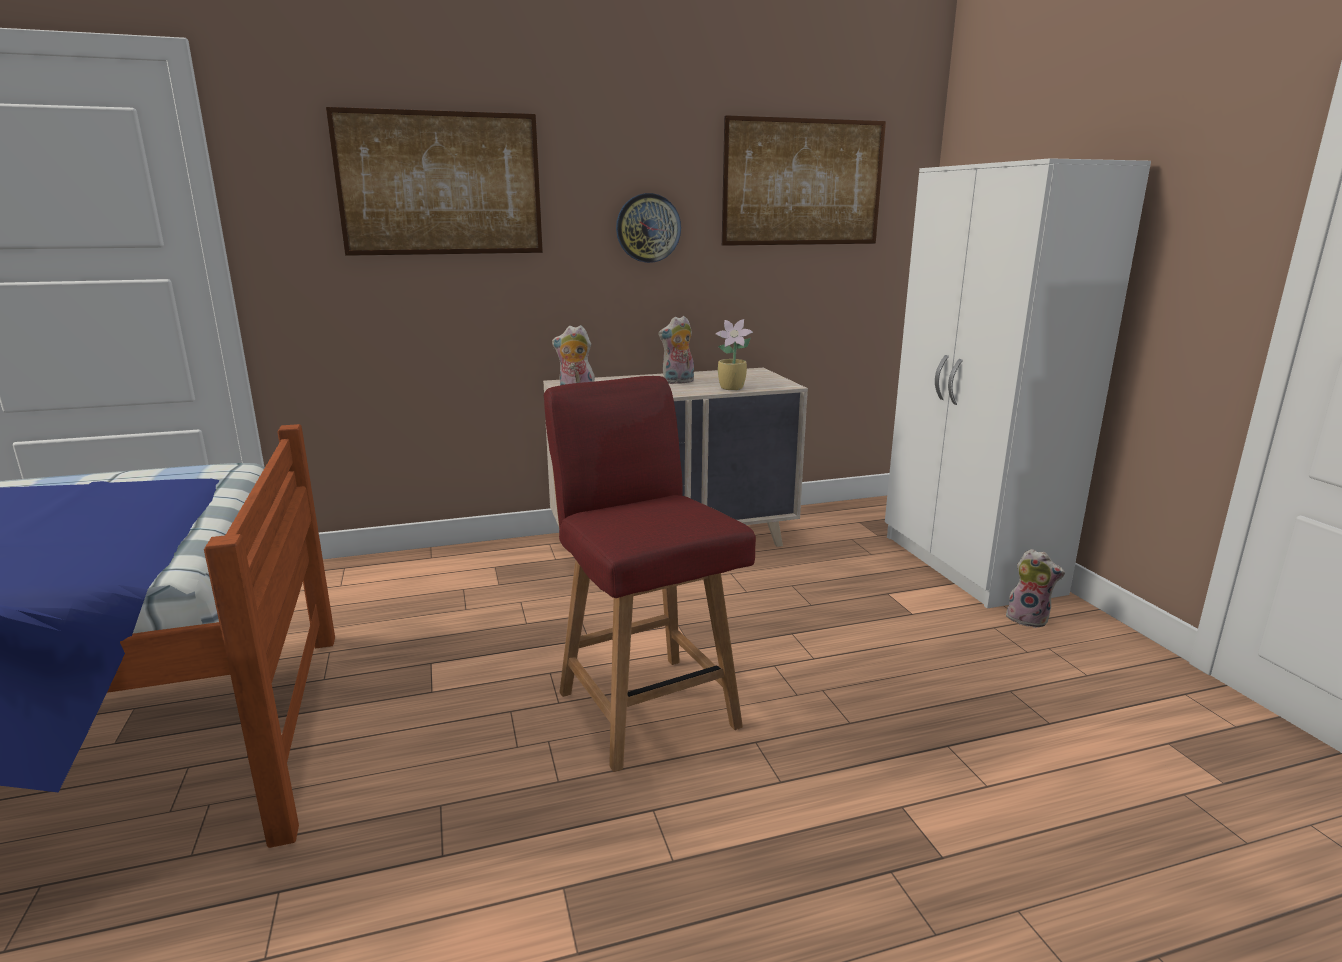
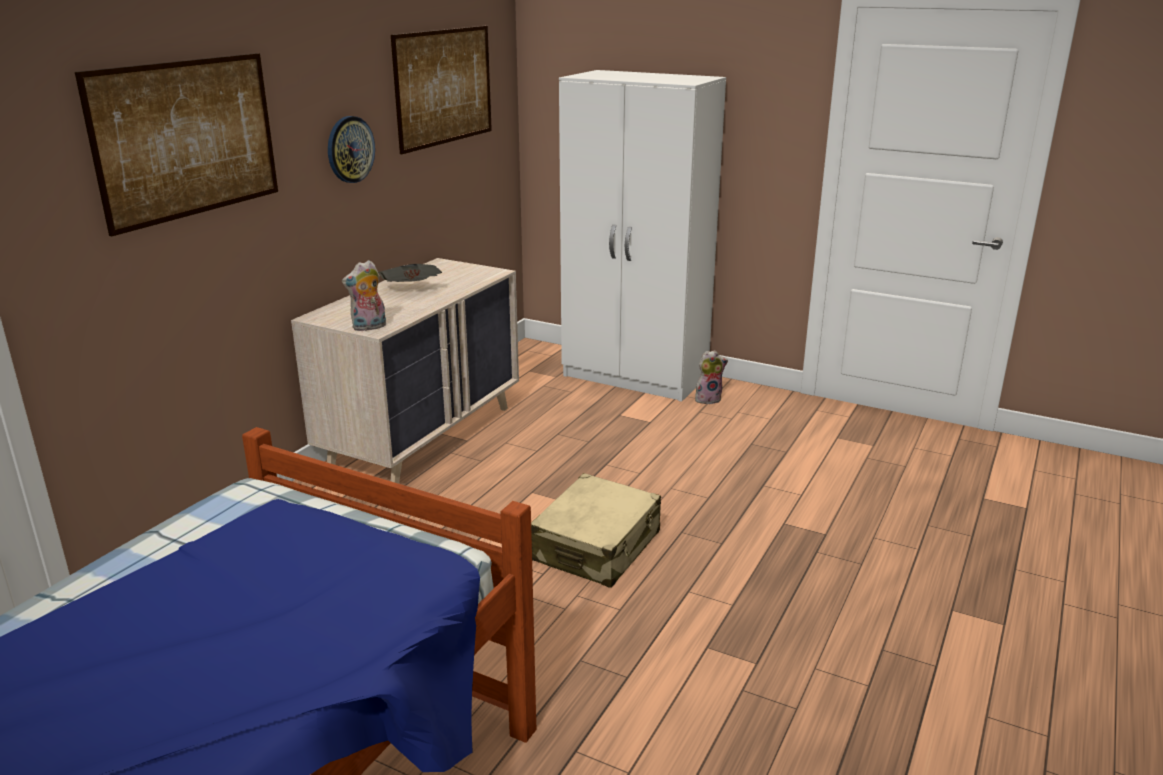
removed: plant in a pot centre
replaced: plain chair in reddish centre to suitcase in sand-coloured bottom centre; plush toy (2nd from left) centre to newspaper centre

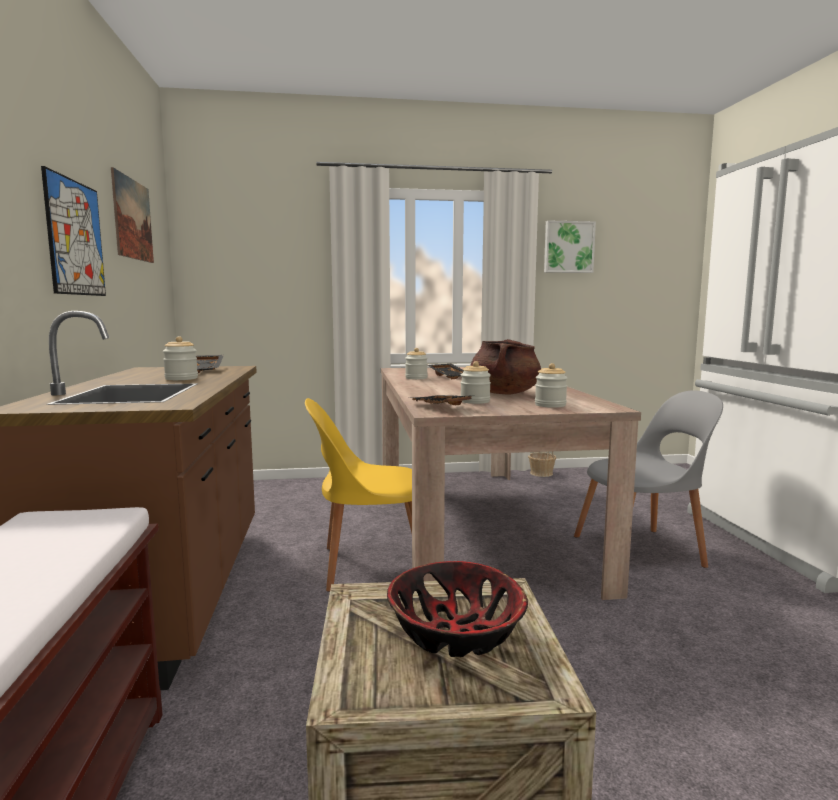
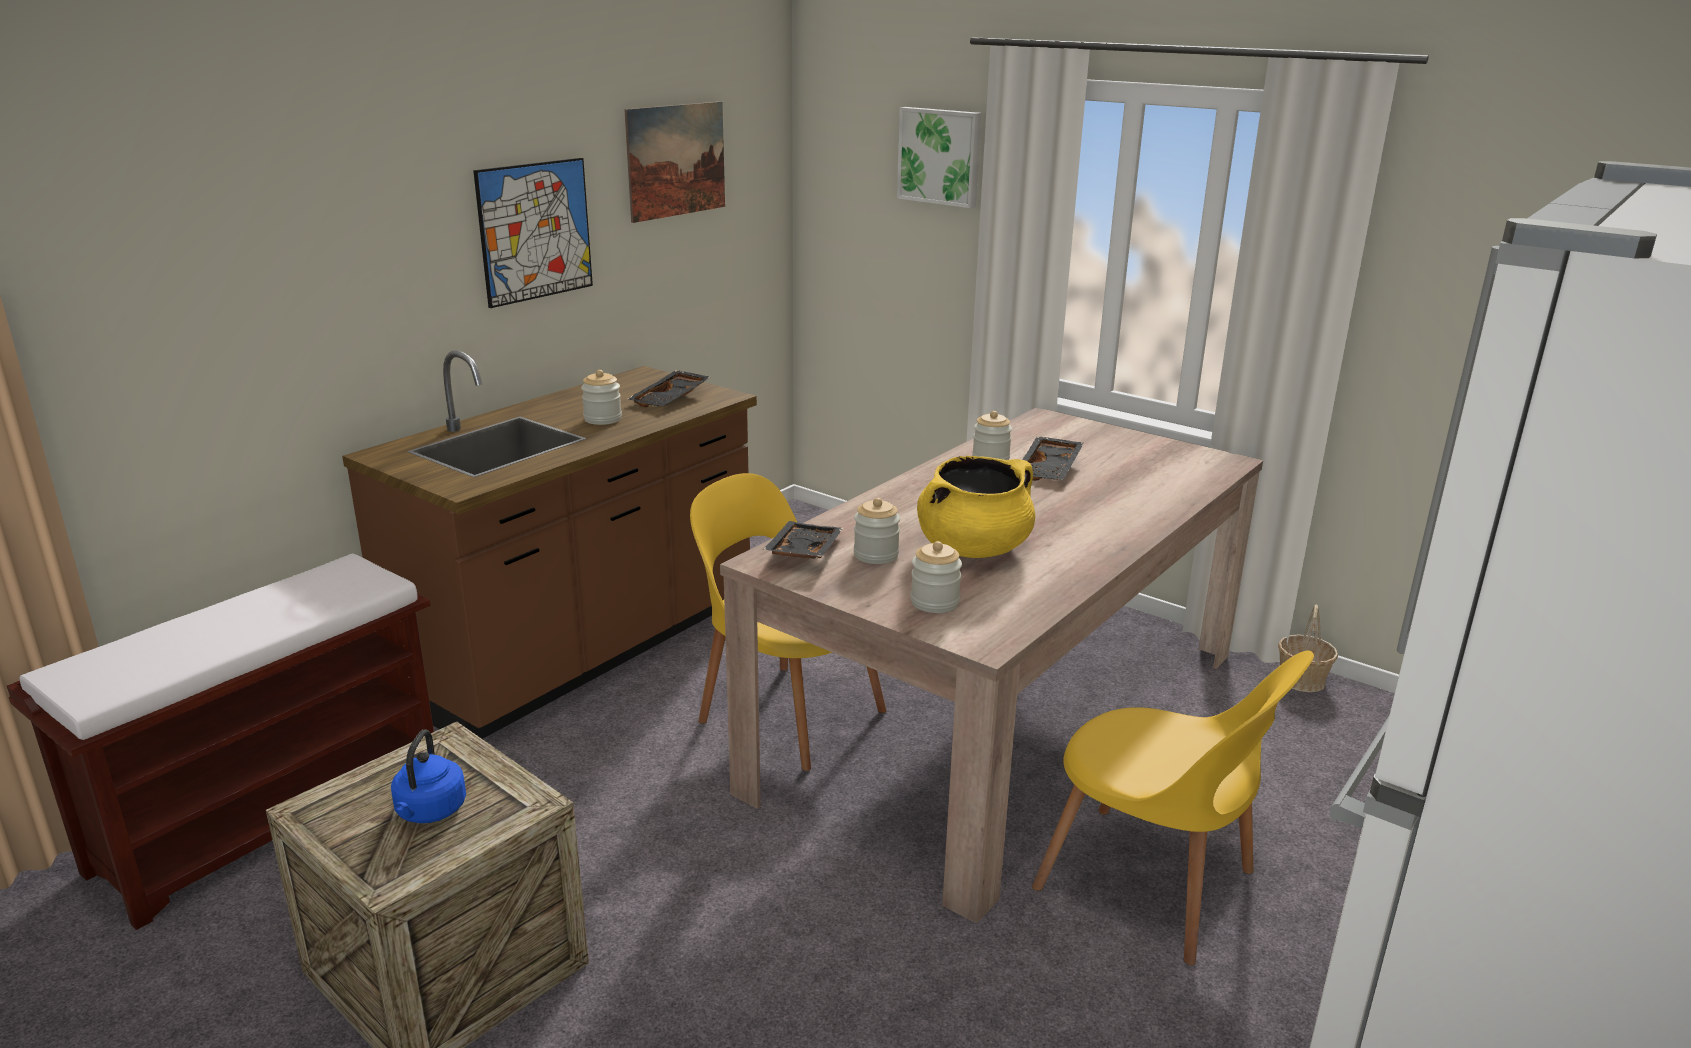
moved: wall art (3rd from left) top right to top centre
replaced: bowl bottom centre to water kettle in blue bottom left
recoloured: cooking pot in brownish centre to cooking pot in yellowish centre; plain chair in gray middle right to plain chair in yellowish (2nd from left) bottom right

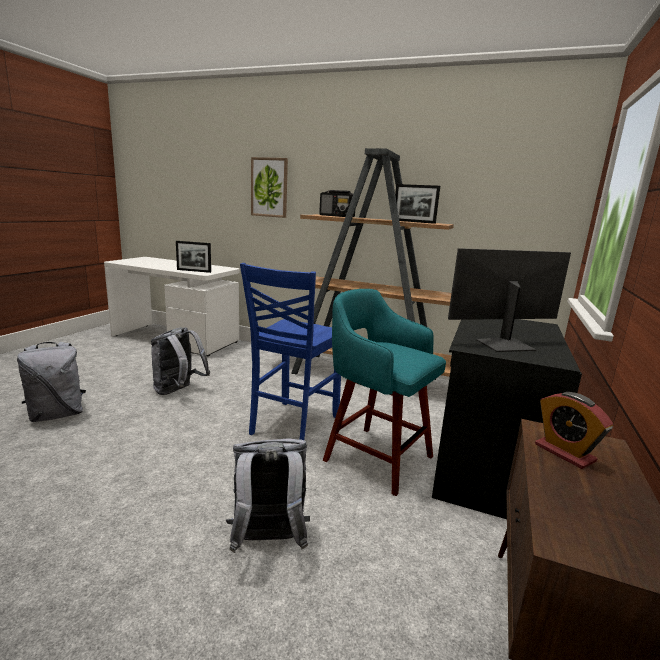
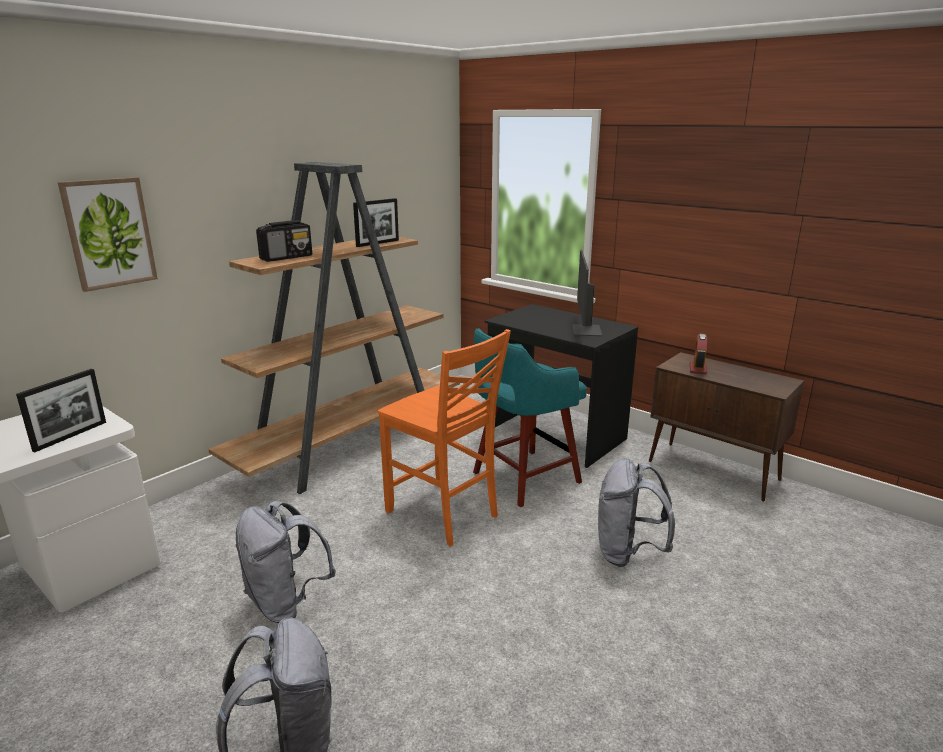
recoloured: plain chair in blue centre to plain chair in orangey centre
turned: table clock middle right = middle right 120 degrees clockwise

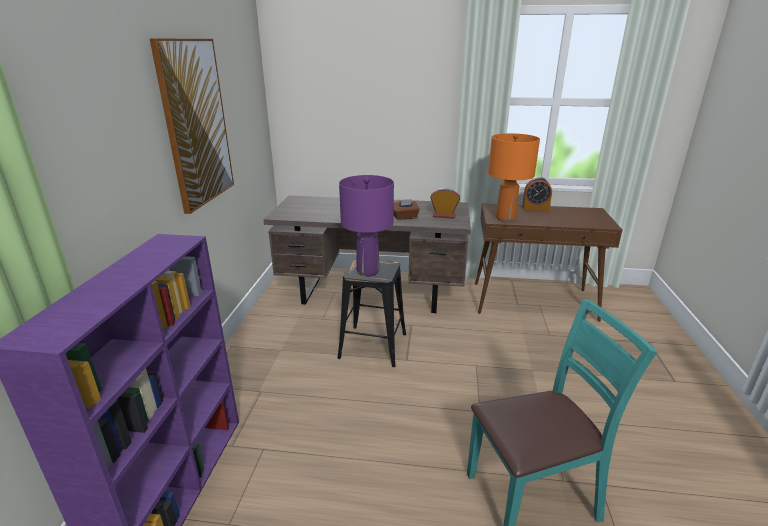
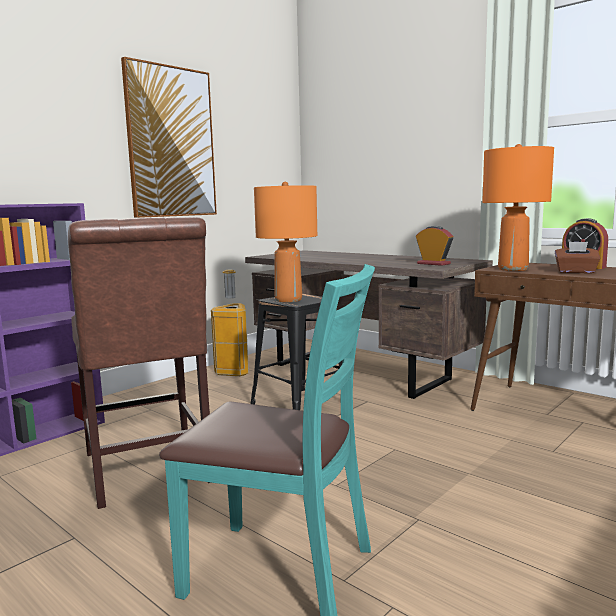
added: plain chair in brownish middle left; rubbish bin centre
moved: tissue holder in brownish centre to middle right
recoloured: table lamp in purple centre to table lamp in orangey (1st from left) centre

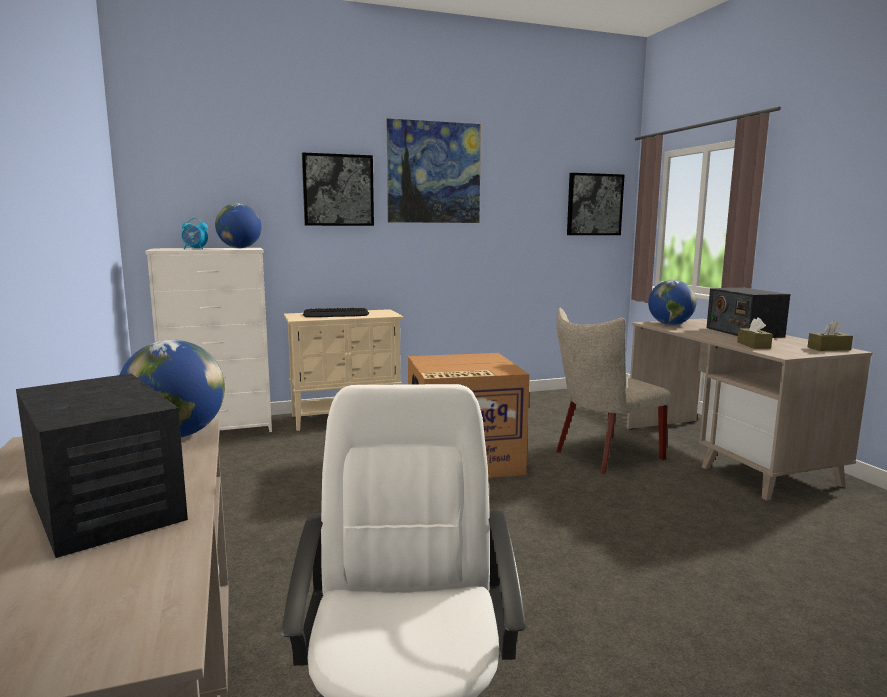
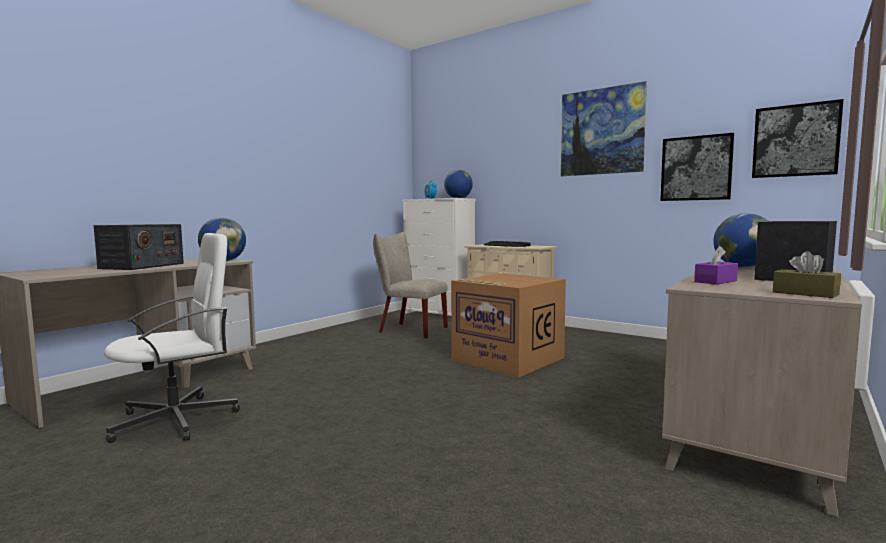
moved: wall art (1st from left in the first image) top centre to wall art (2nd from left) top right; plain chair in sand-coloured middle right to centre
recoloured: tissue holder in brownish (1st from left) middle right to tissue holder in purple middle right

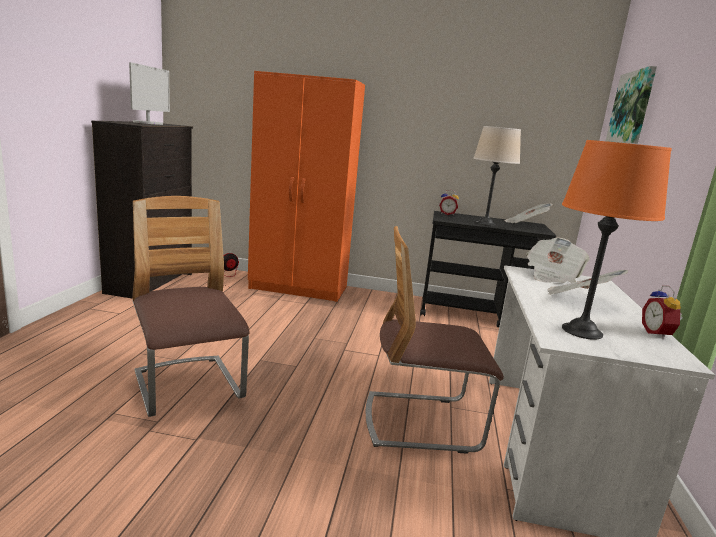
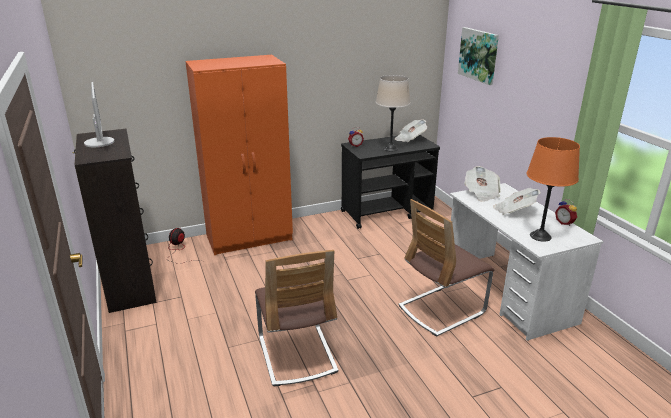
turned: plain chair (1st from left) middle left = bottom centre 135 degrees counterclockwise

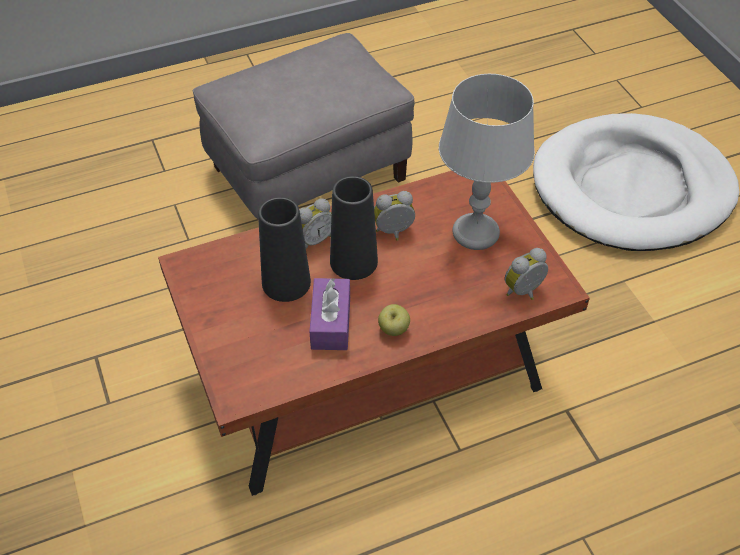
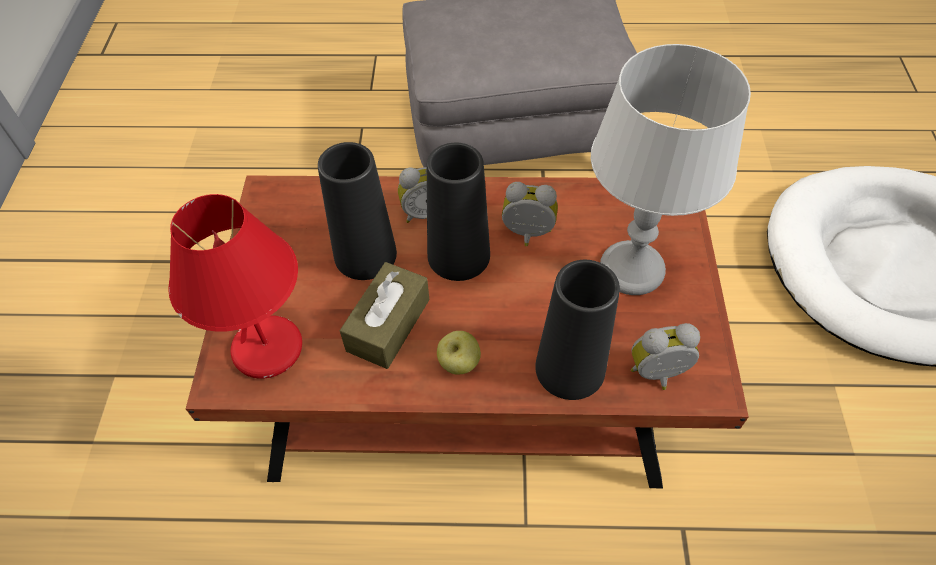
added: table lamp in reddish middle left; decorative vase in black (3rd from left) centre
recoloured: tissue holder in purple centre to tissue holder in brownish centre

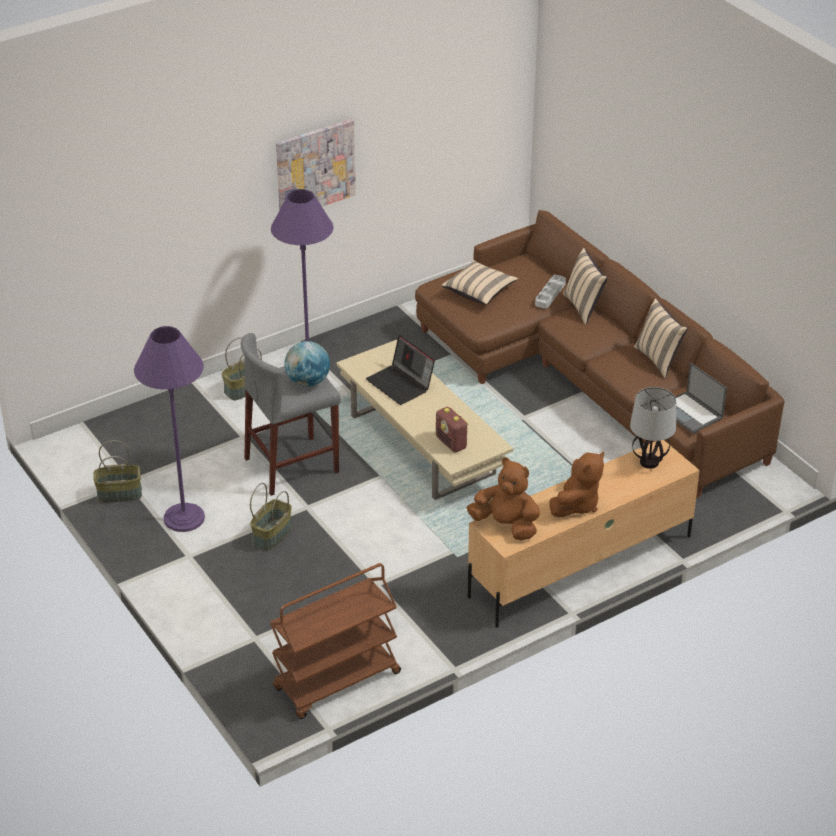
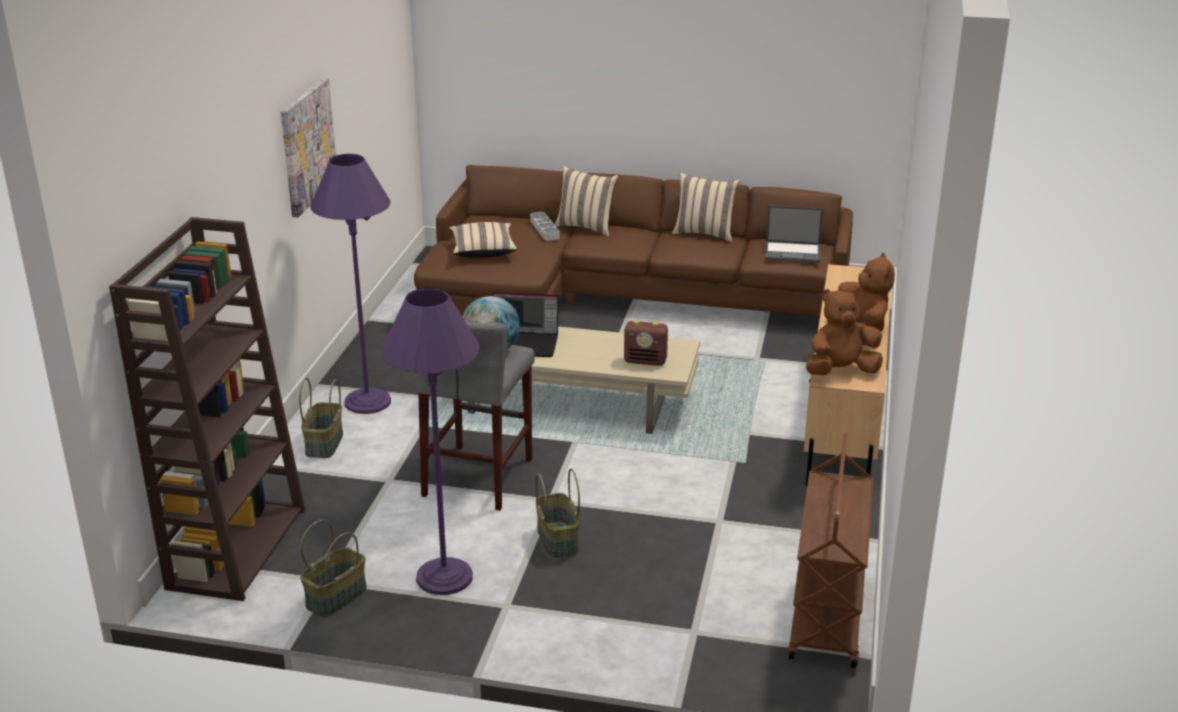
removed: table lamp middle right
added: bookshelf in brownish middle left

